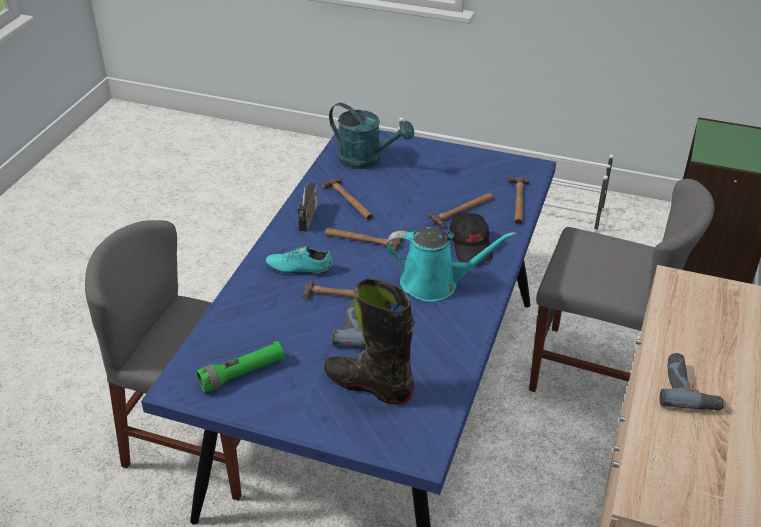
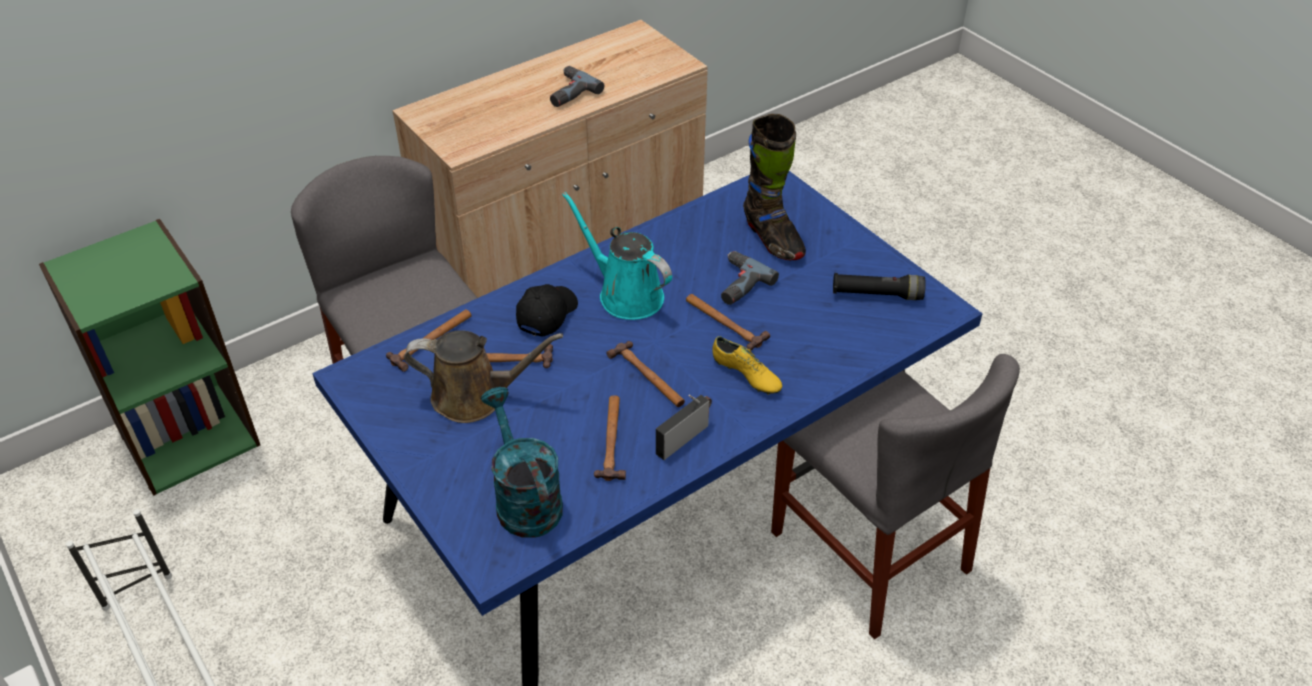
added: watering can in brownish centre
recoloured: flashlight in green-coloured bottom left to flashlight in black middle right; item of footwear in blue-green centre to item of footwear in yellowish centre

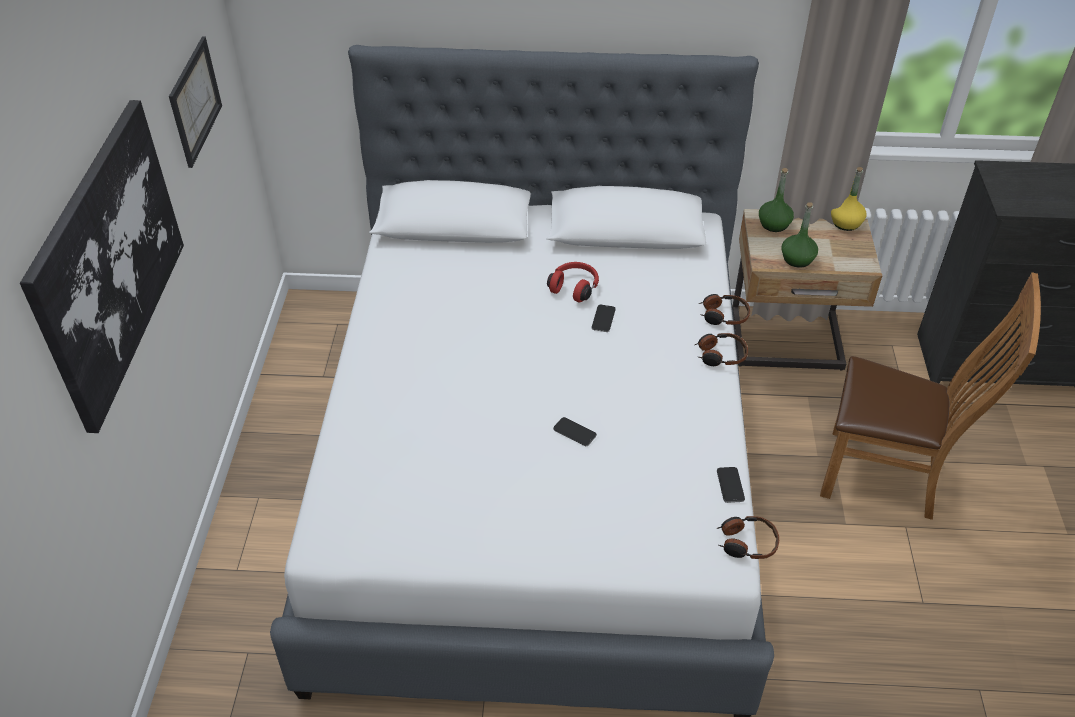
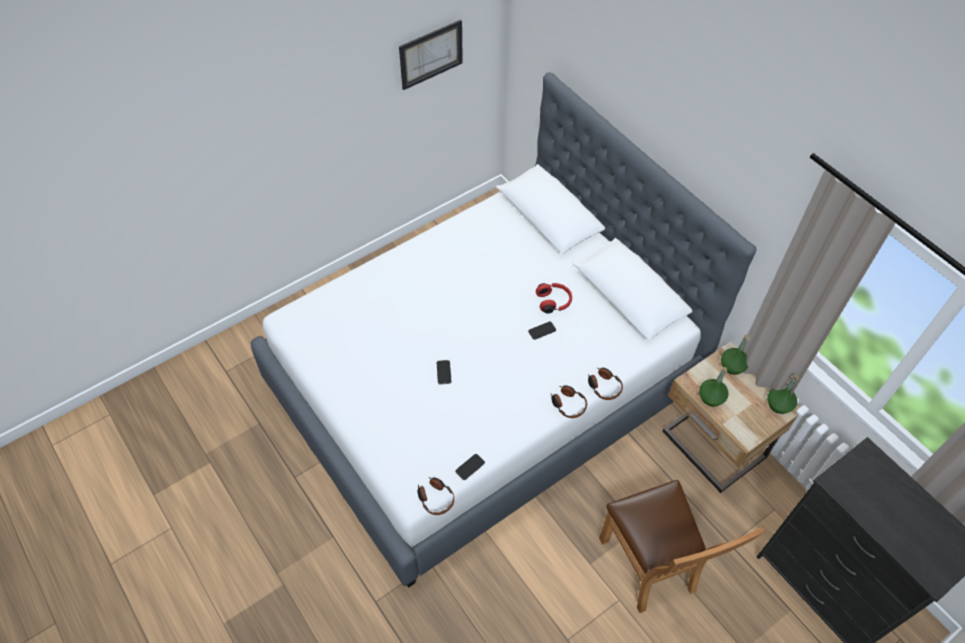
removed: wall art (1st from left) middle left
recoloured: beverage bottle in yellowish top right to beverage bottle in green-coloured (3rd from left) middle right

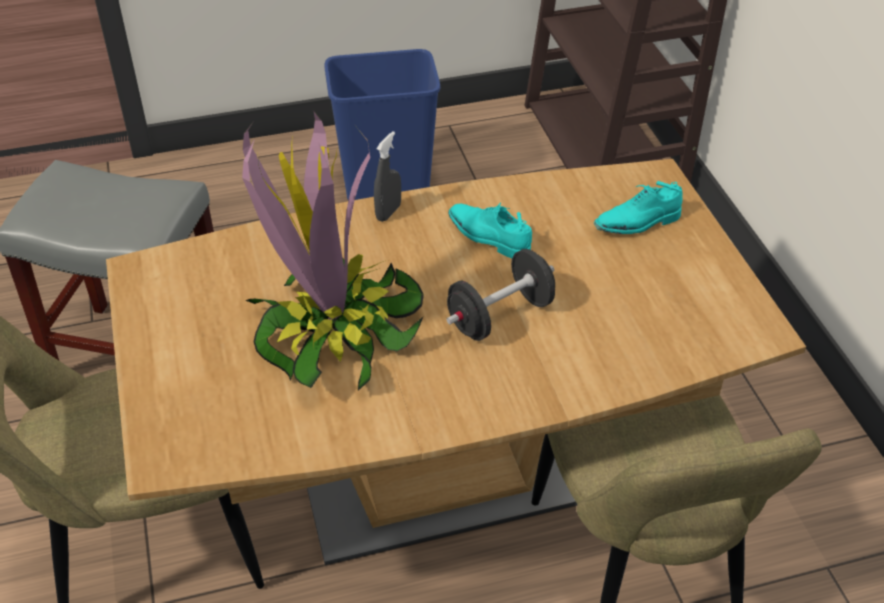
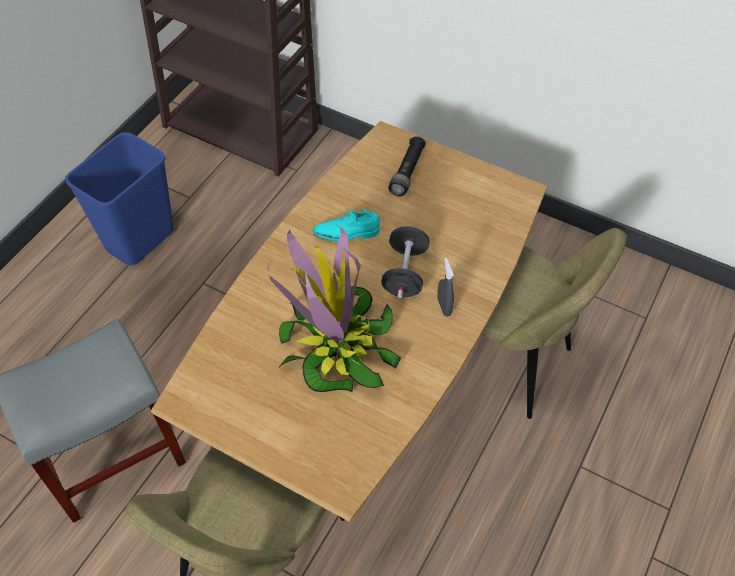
moved: sprayer in gray top centre to centre
replaced: item of footwear in blue-green (2nd from left) middle right to flashlight in black top centre

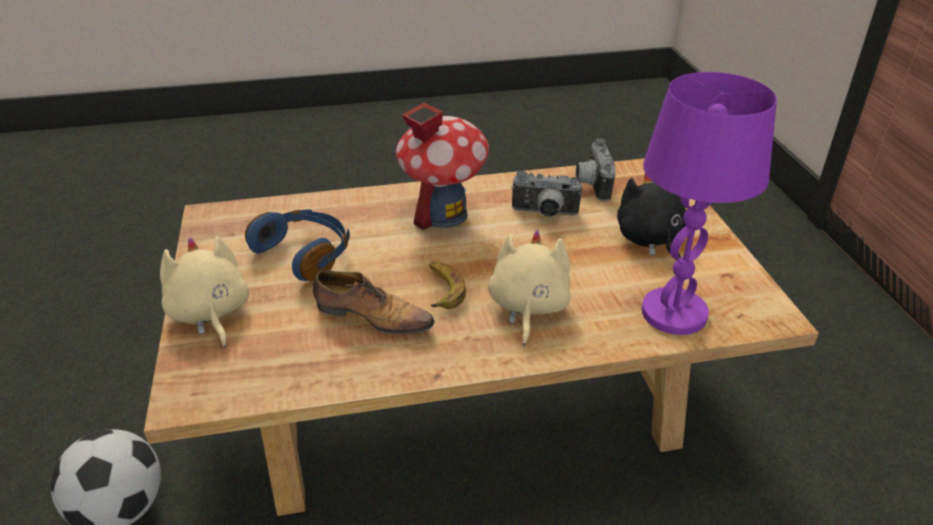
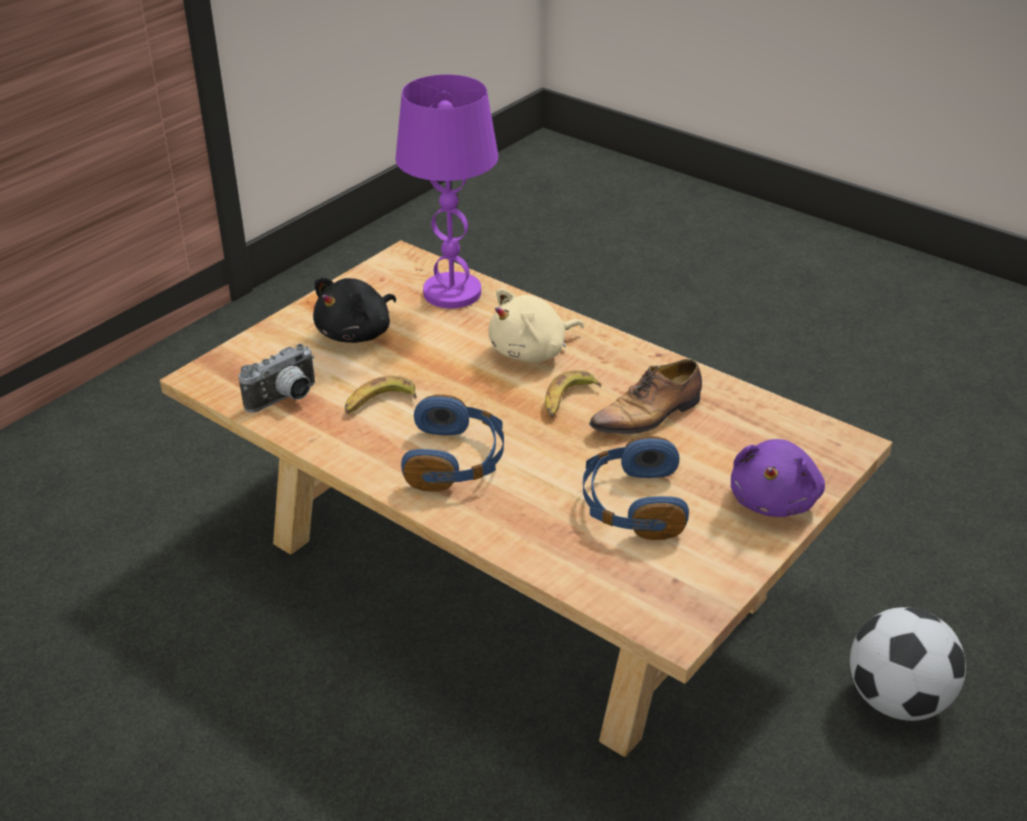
replaced: toy house top centre to headphones in blue (1st from left) centre; still camera (1st from left) centre to whole banana (1st from left) centre
recoloured: plush toy in sand-coloured (1st from left) middle left to plush toy in purple middle right
turned: item of footwear centre = centre 105 degrees counterclockwise

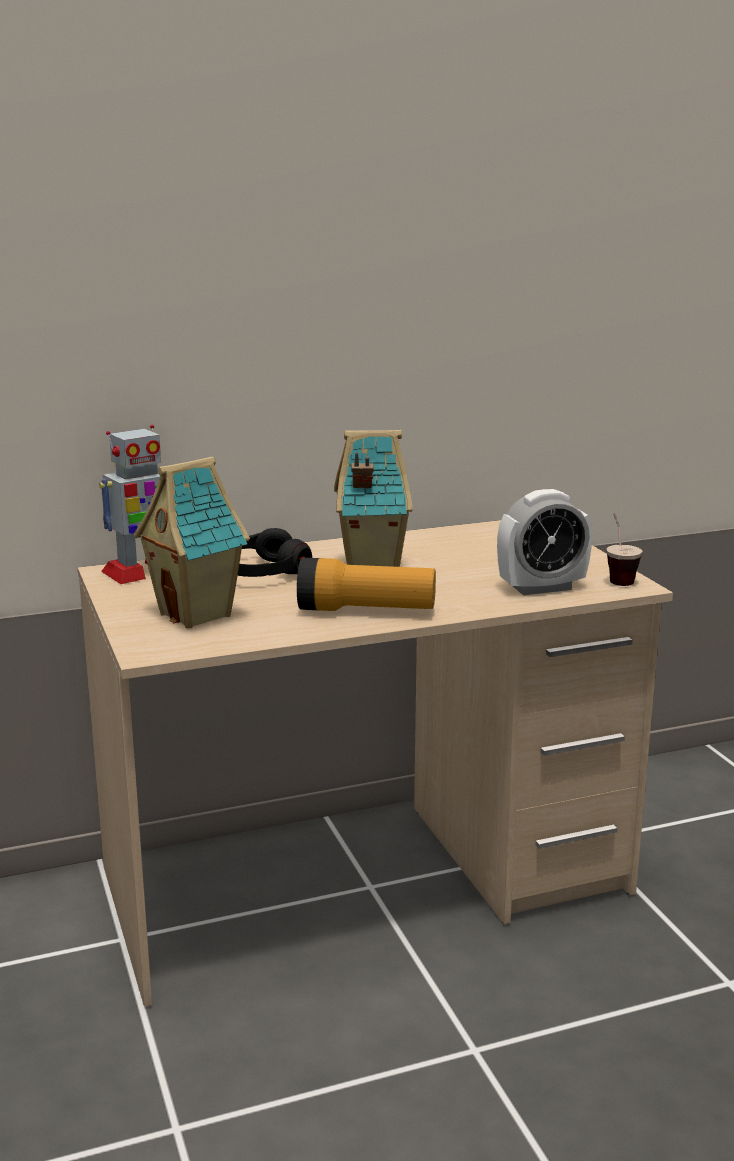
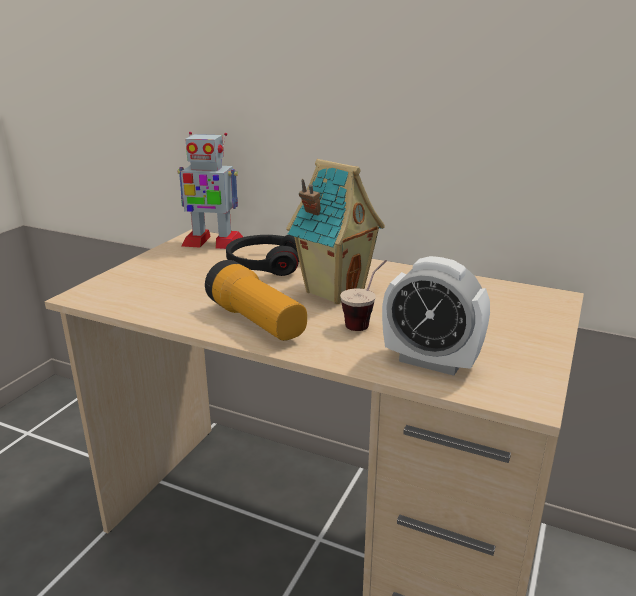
removed: toy house (1st from left) middle left
moved: small cup middle right to centre

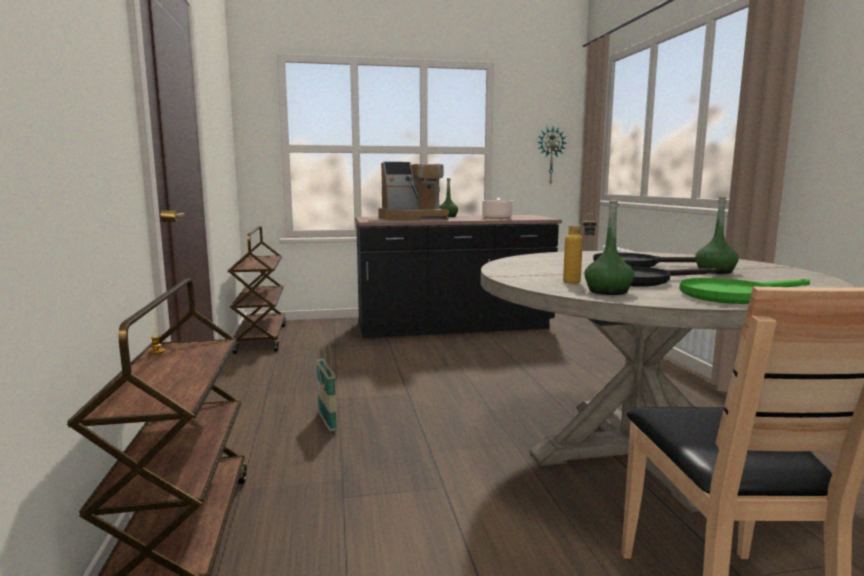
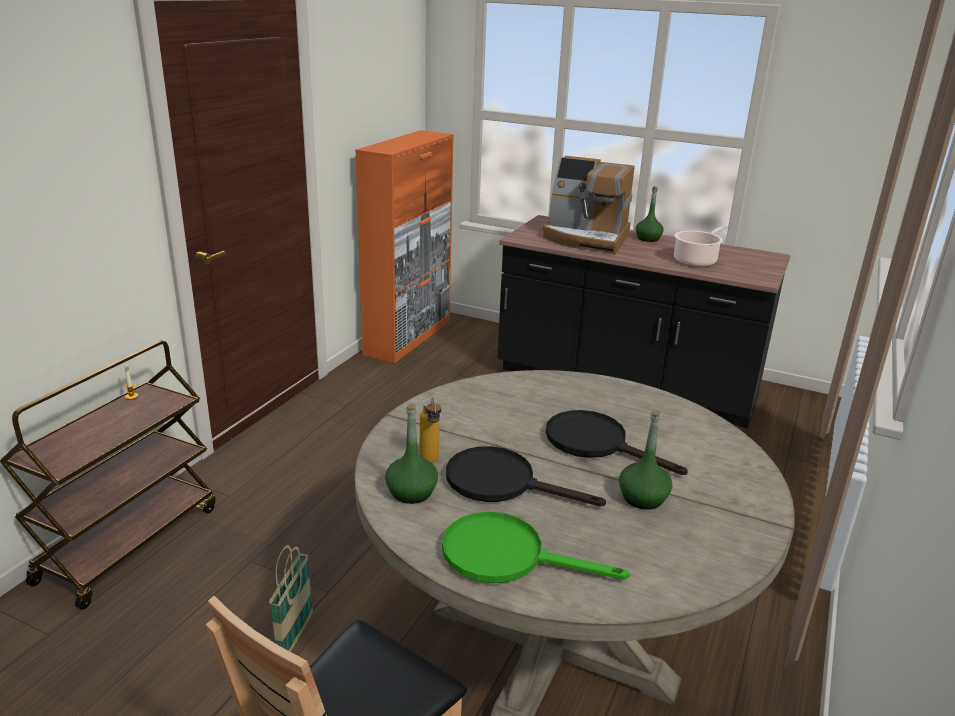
removed: wall clock top centre
moved: storage basket bottom centre to bottom left
replaced: trolley in brownish (2nd from left) middle left to storage cabinet in orangey centre

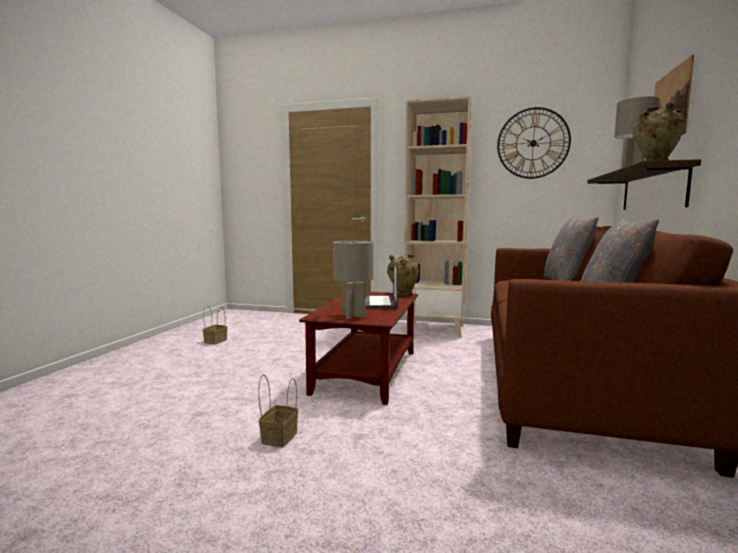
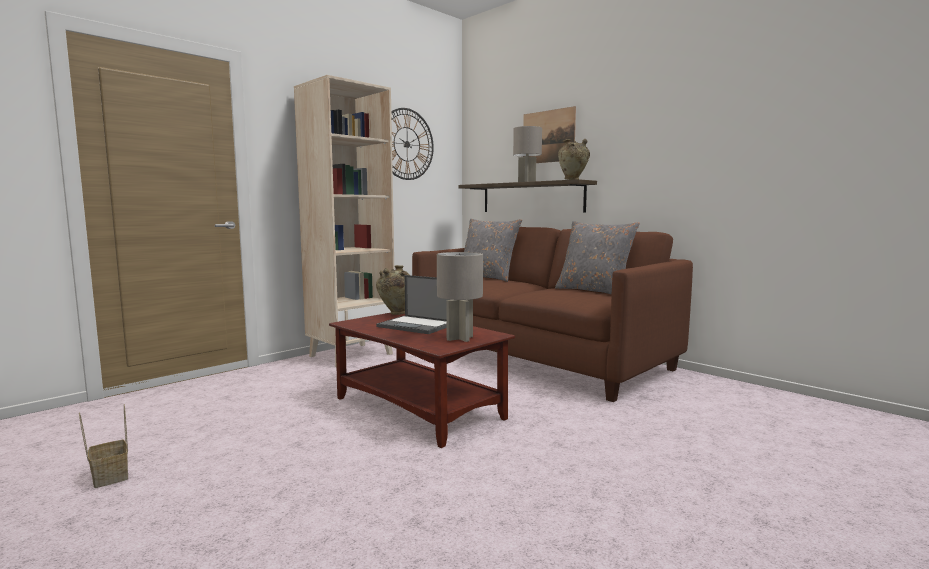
removed: storage basket (2nd from left) bottom centre

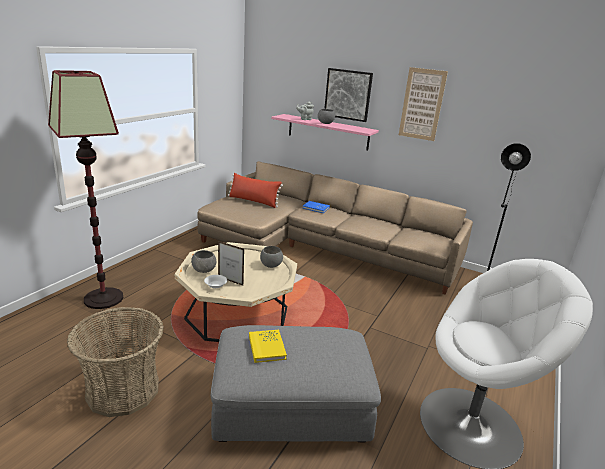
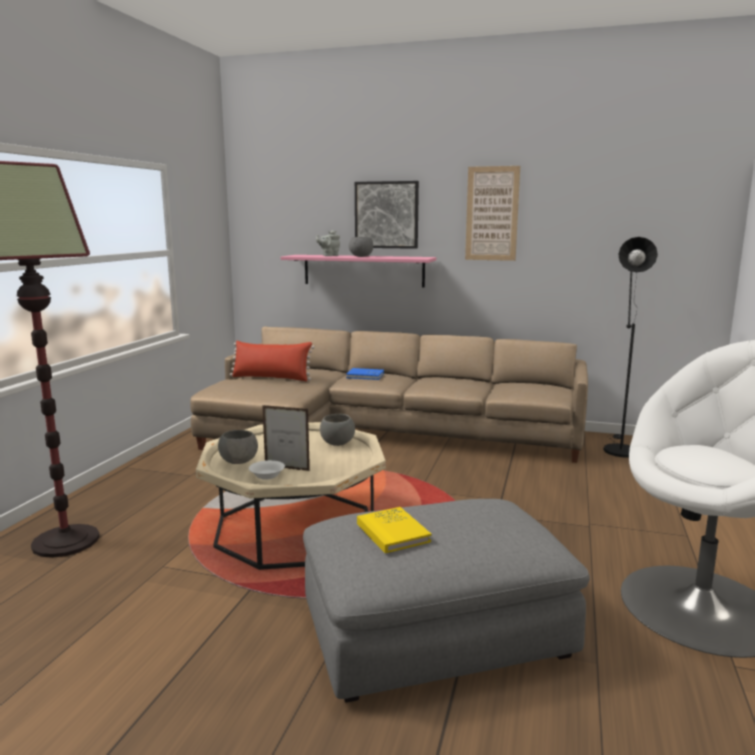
removed: storage basket bottom left

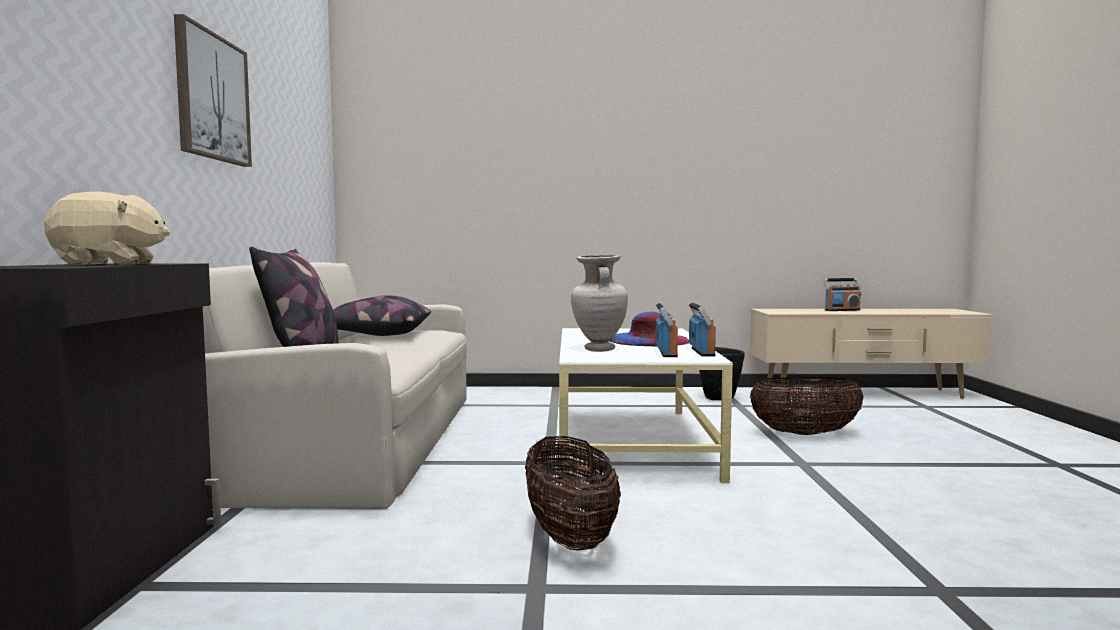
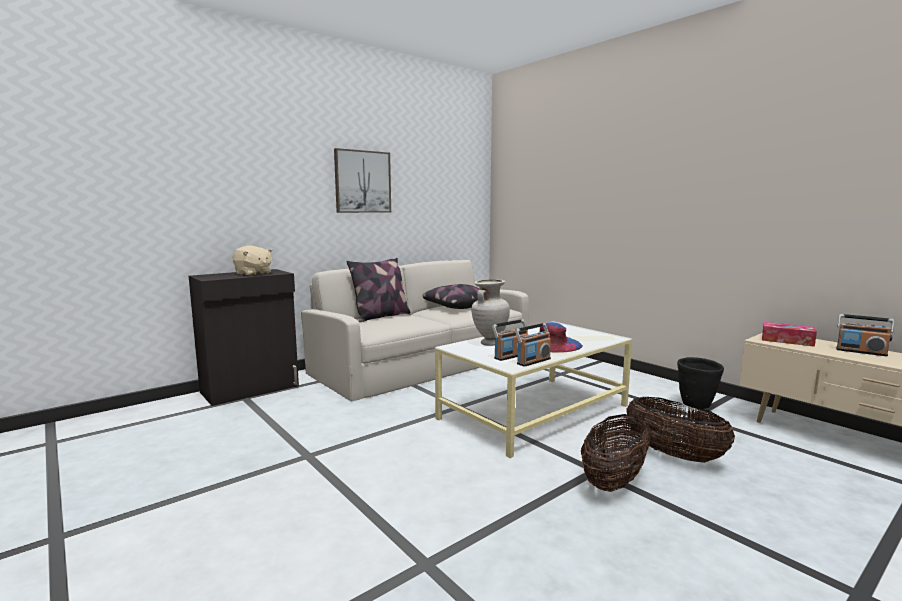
added: tissue holder middle right
moved: storage basket (1st from left) bottom centre to bottom right

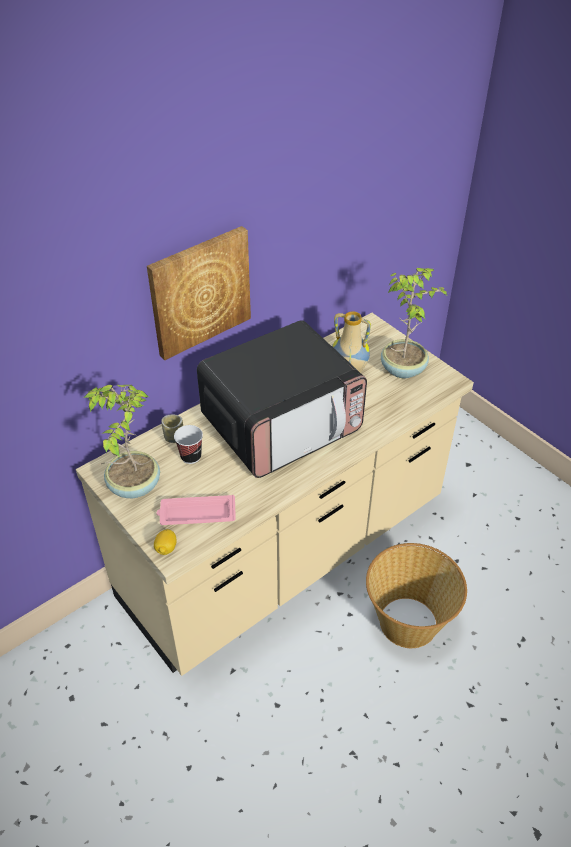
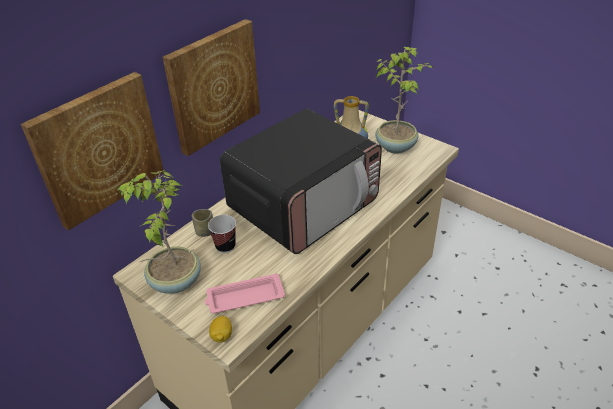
removed: storage basket bottom right
added: wall art (1st from left) middle left

